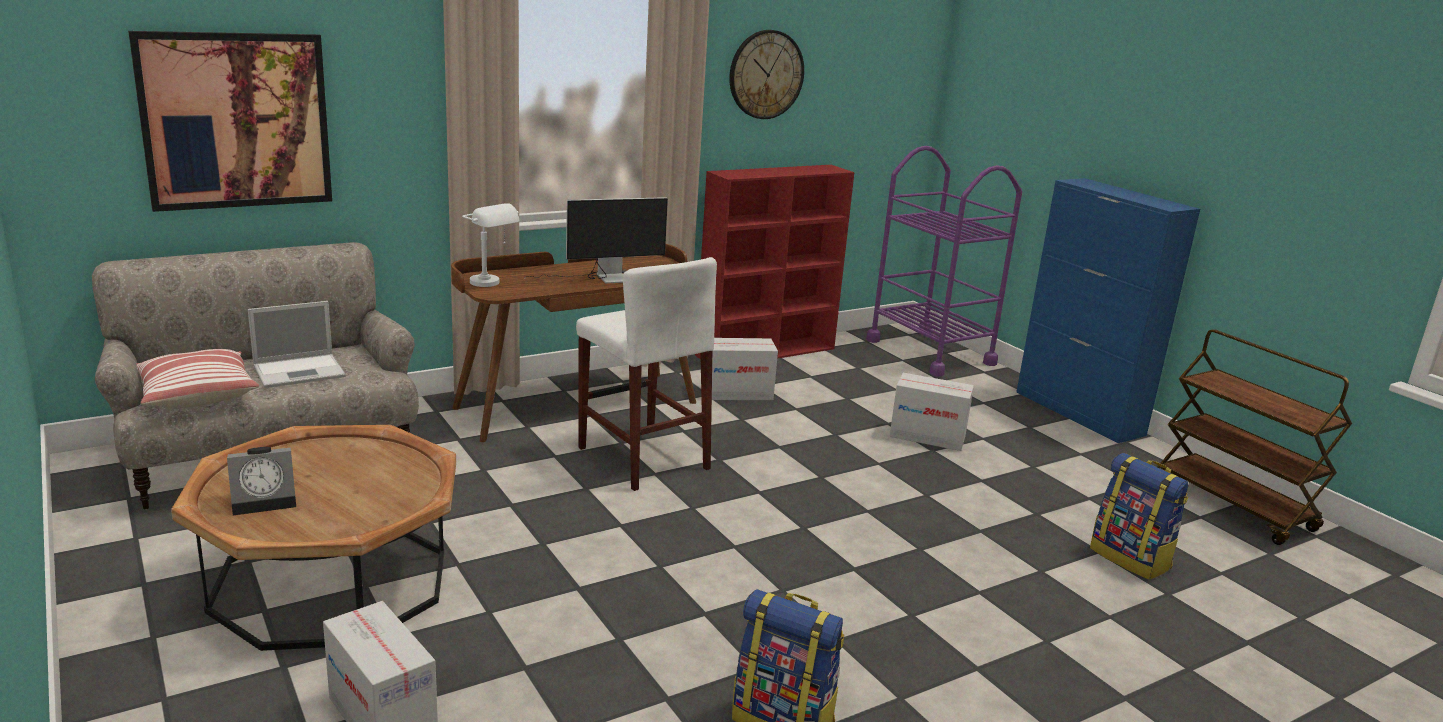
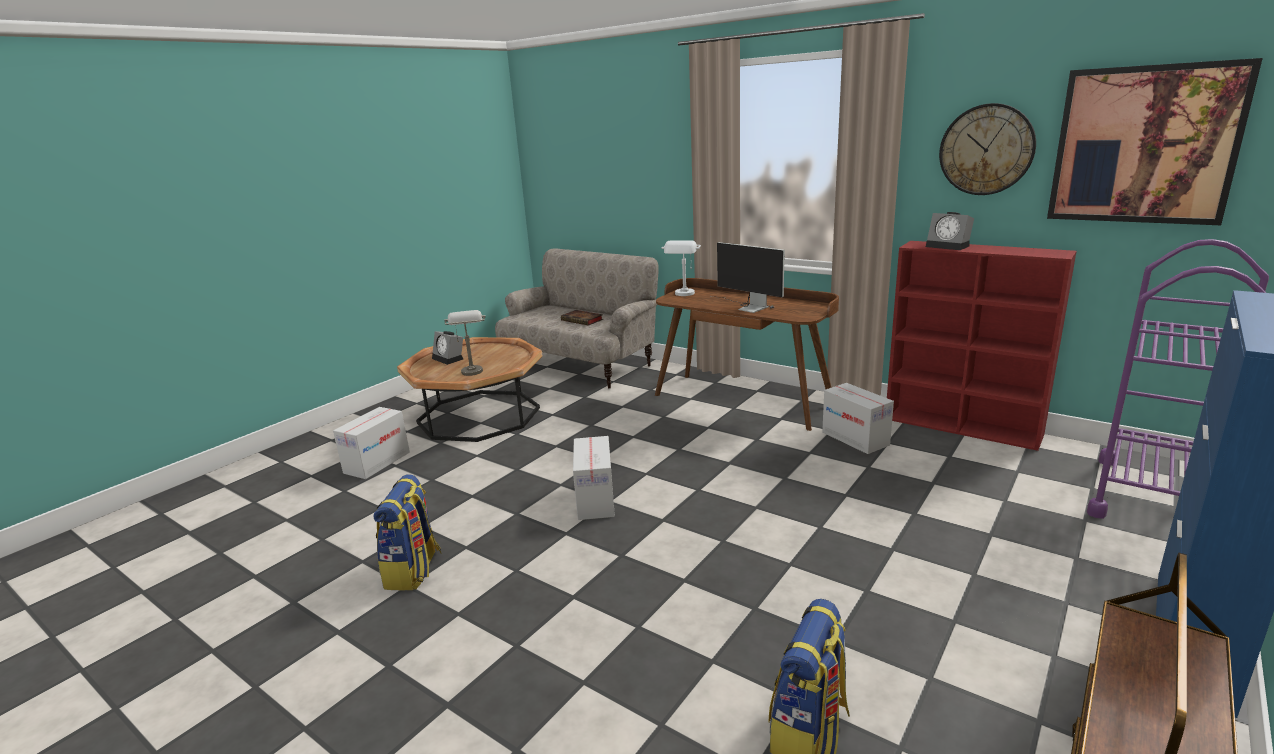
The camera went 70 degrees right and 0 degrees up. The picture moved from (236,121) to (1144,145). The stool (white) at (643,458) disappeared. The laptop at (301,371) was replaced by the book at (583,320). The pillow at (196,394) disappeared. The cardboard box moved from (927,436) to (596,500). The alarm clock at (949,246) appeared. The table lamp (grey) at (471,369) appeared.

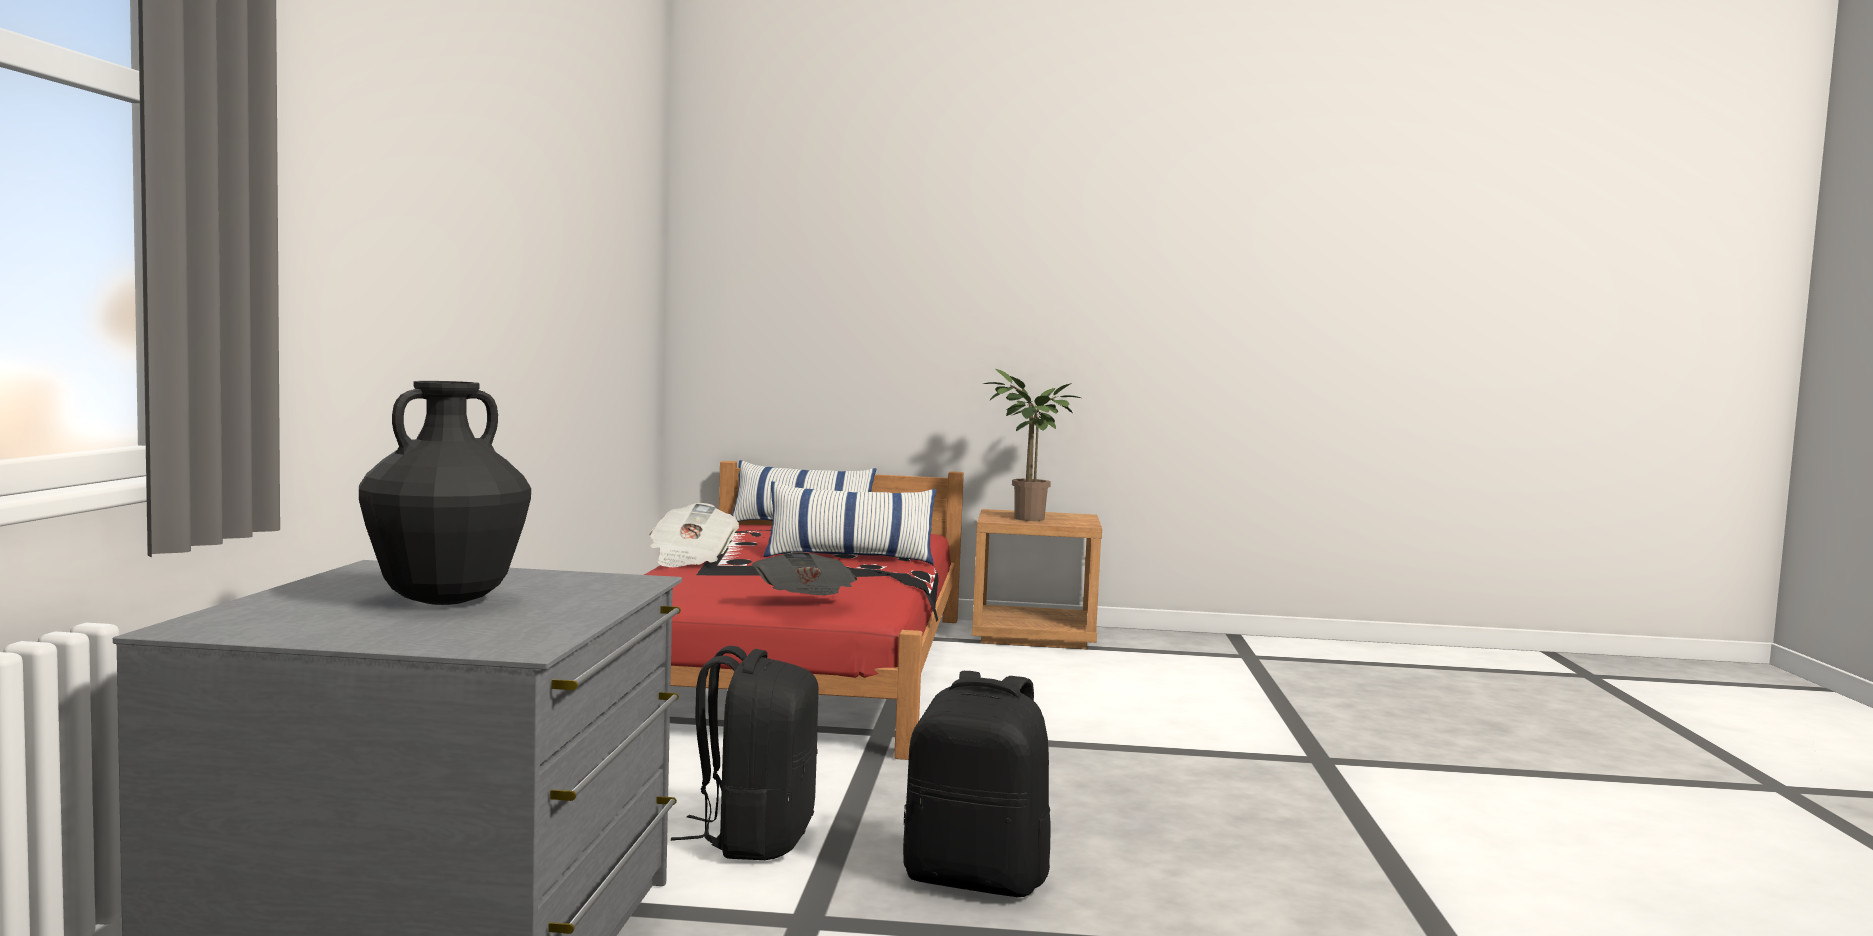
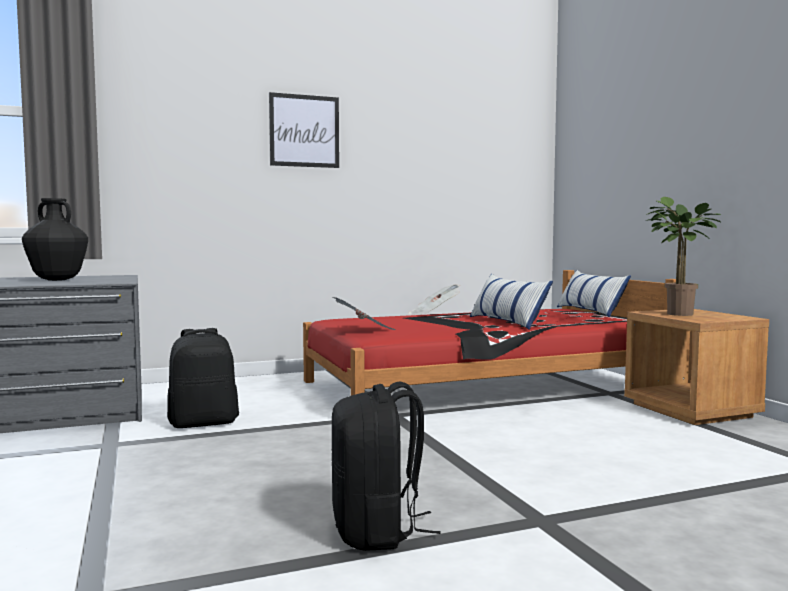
The camera went 65 degrees right and 0 degrees up. The backpack (black) moved from (977,879) to (377,531). The picture at (304,131) appeared.

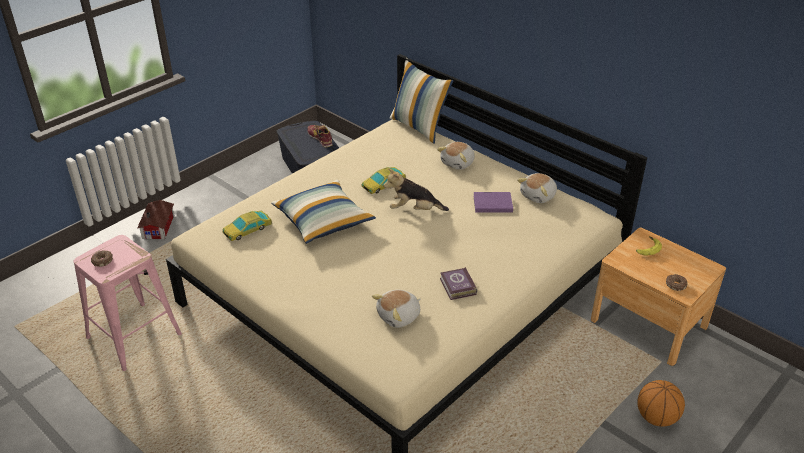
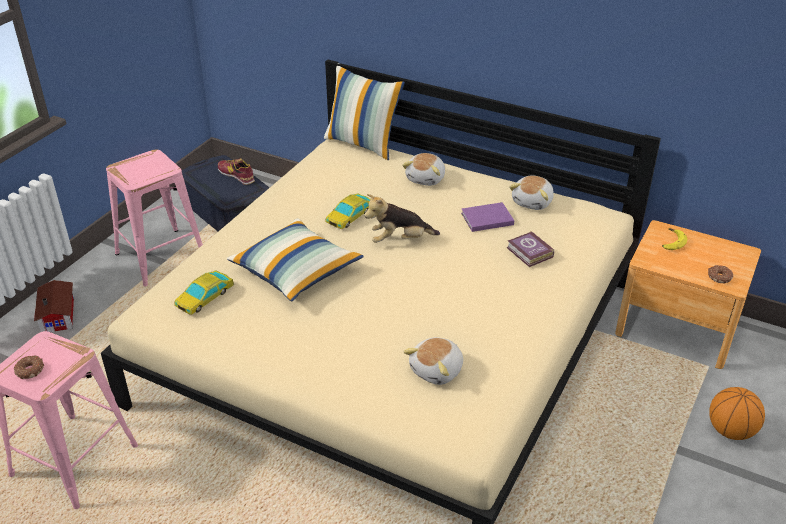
The camera went 15 degrees left and 0 degrees up. The book moved from (457,287) to (529,253). The stool (pink) at (161,257) appeared.

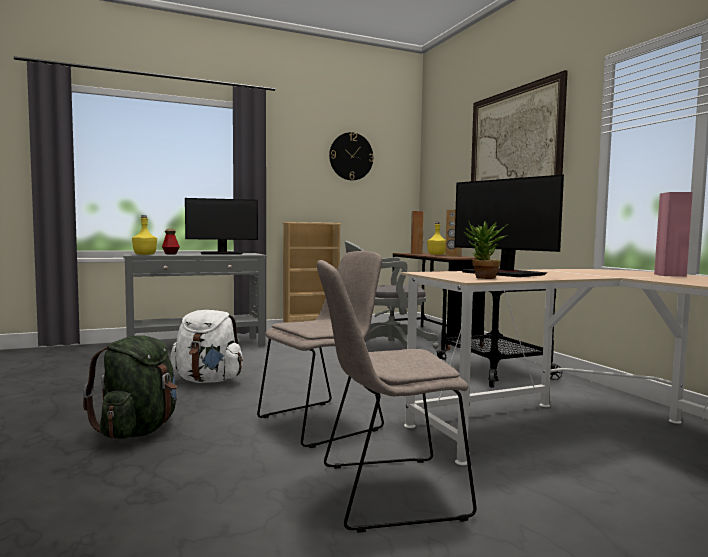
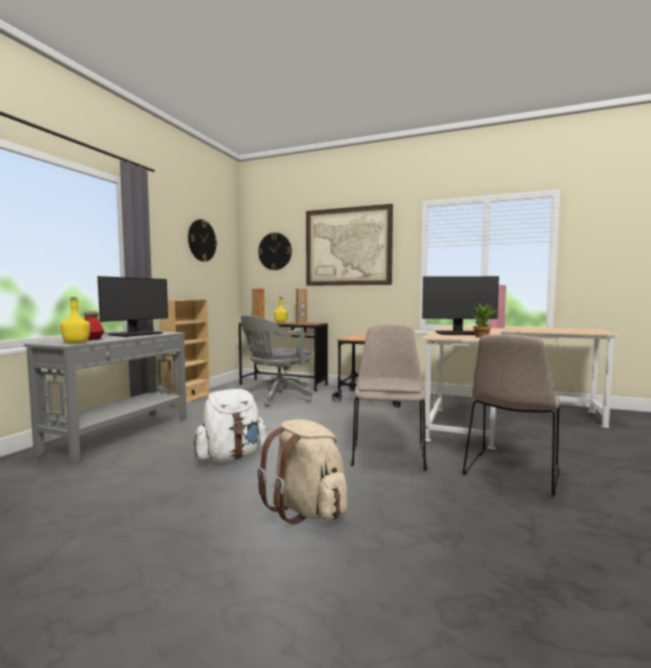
The camera went 45 degrees left and 0 degrees up. The backpack (green) at (138,430) became the backpack (beige) at (306,510). The wall clock at (275,251) appeared.

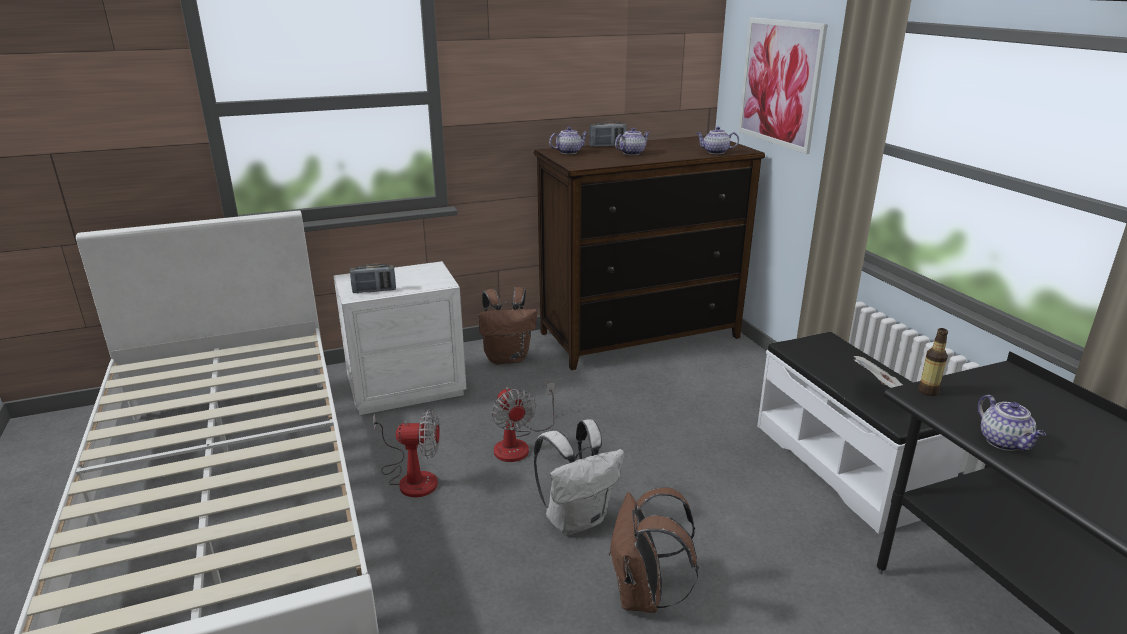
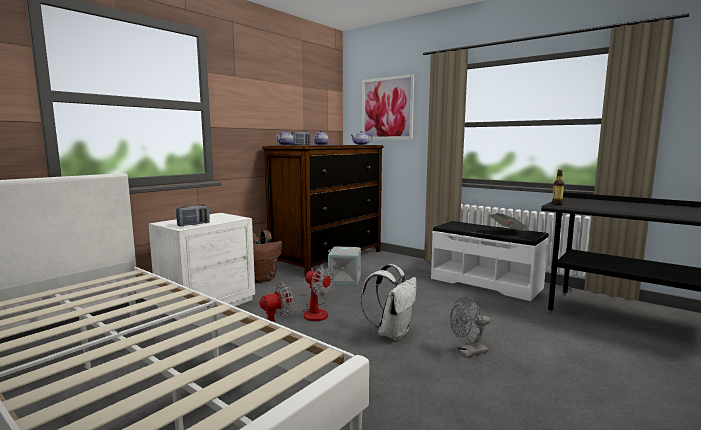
The camera went 30 degrees left and 15 degrees down. The teapot at (1004,442) disappeared. The backpack (brown) at (643,596) was replaced by the fan (grey) at (469,353). The storage box (grey) at (345,278) appeared.

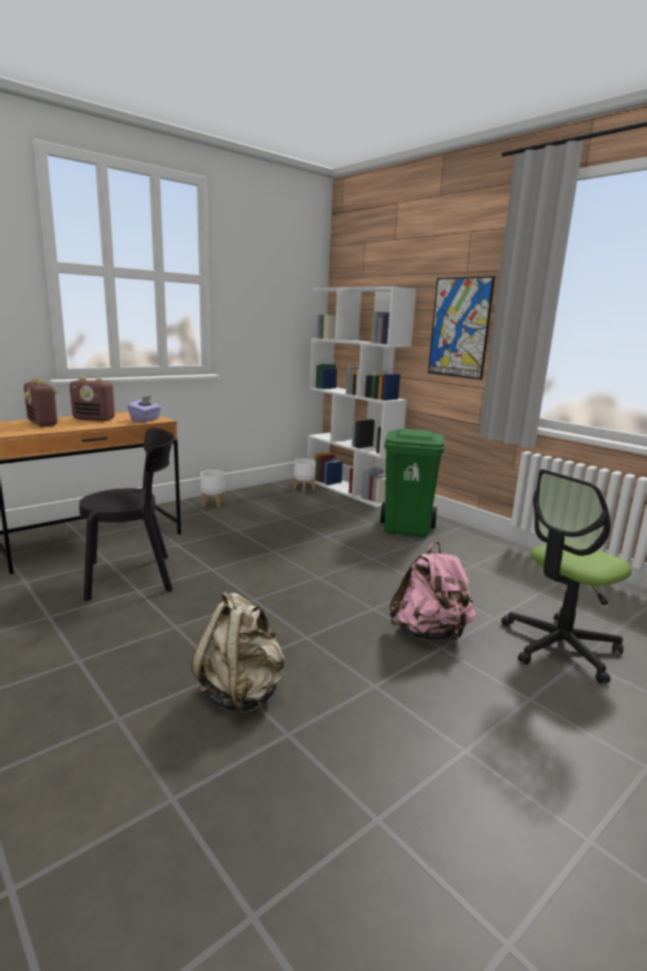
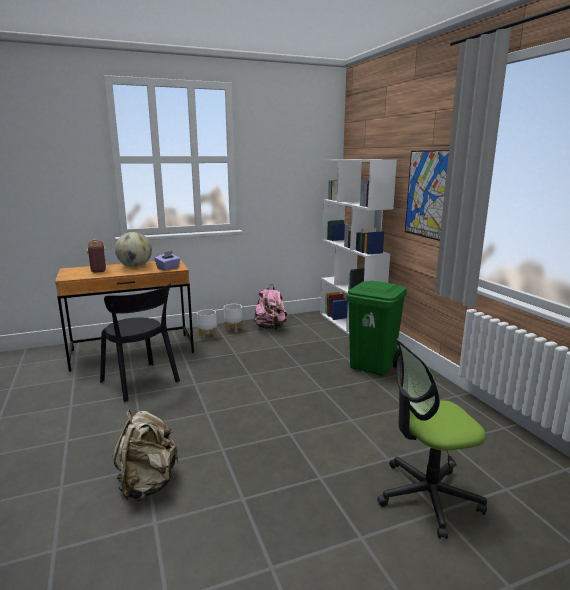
The camera went 20 degrees right and 0 degrees up. The radio at (94,419) was replaced by the globe at (135,266). The chair (black) at (135,576) turned 45 degrees clockwise. The planter (white) moved from (303,489) to (207,336). The backpack (pink) moved from (430,633) to (270,328).

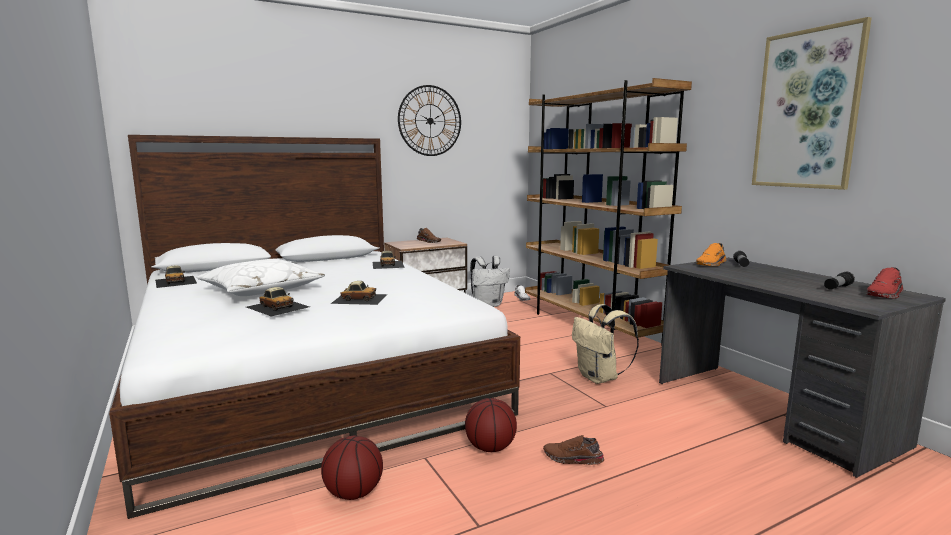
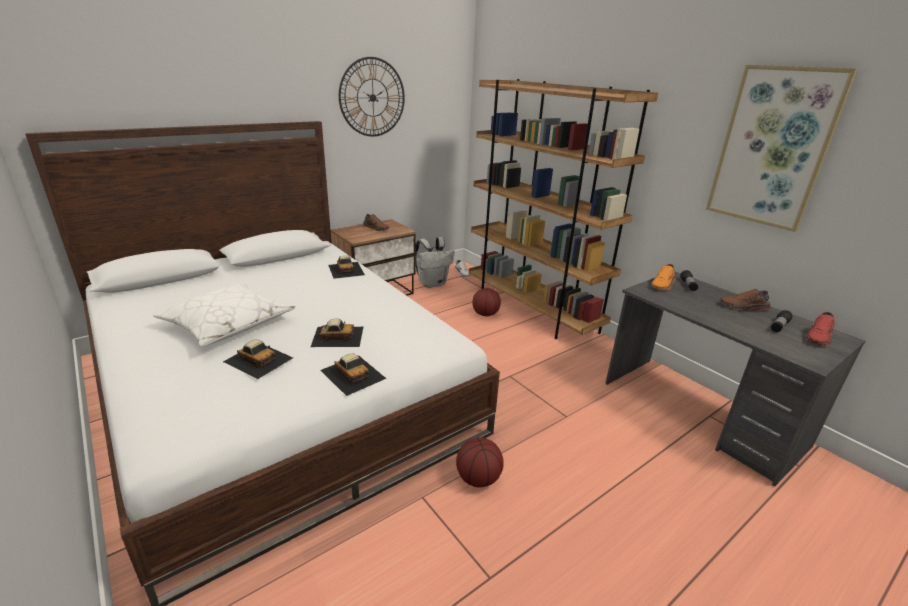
The camera went 10 degrees left and 15 degrees up. The toy car moved from (176,281) to (353,374). The backpack (beige) at (600,378) disappeared. The shoe (brown) moved from (572,459) to (744,307). The basketball moved from (353,493) to (485,314).

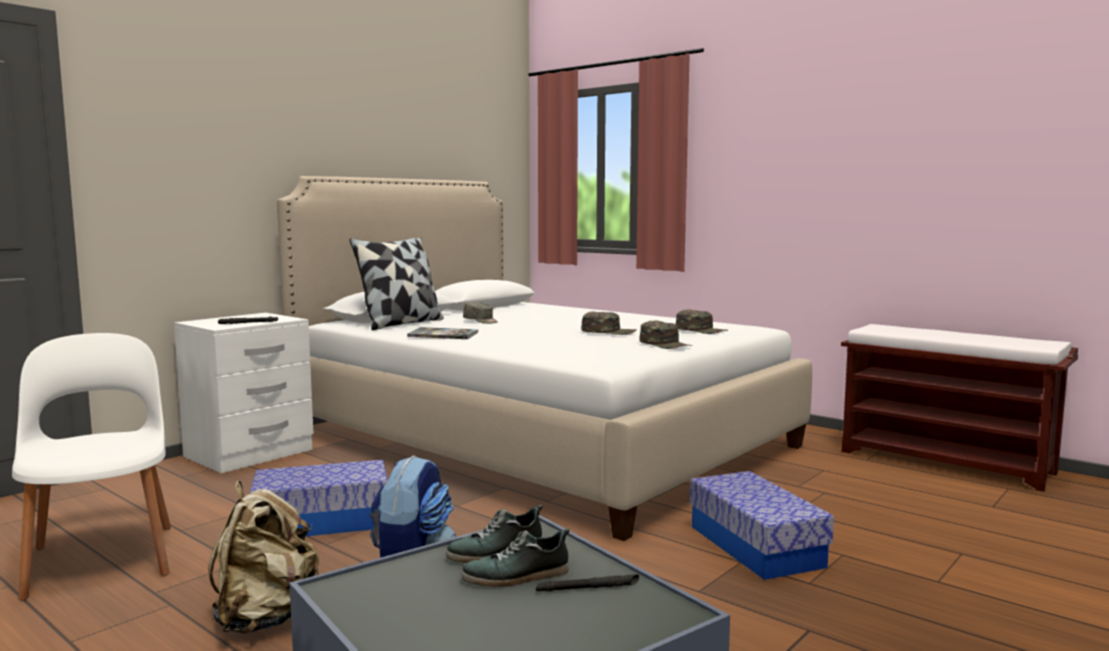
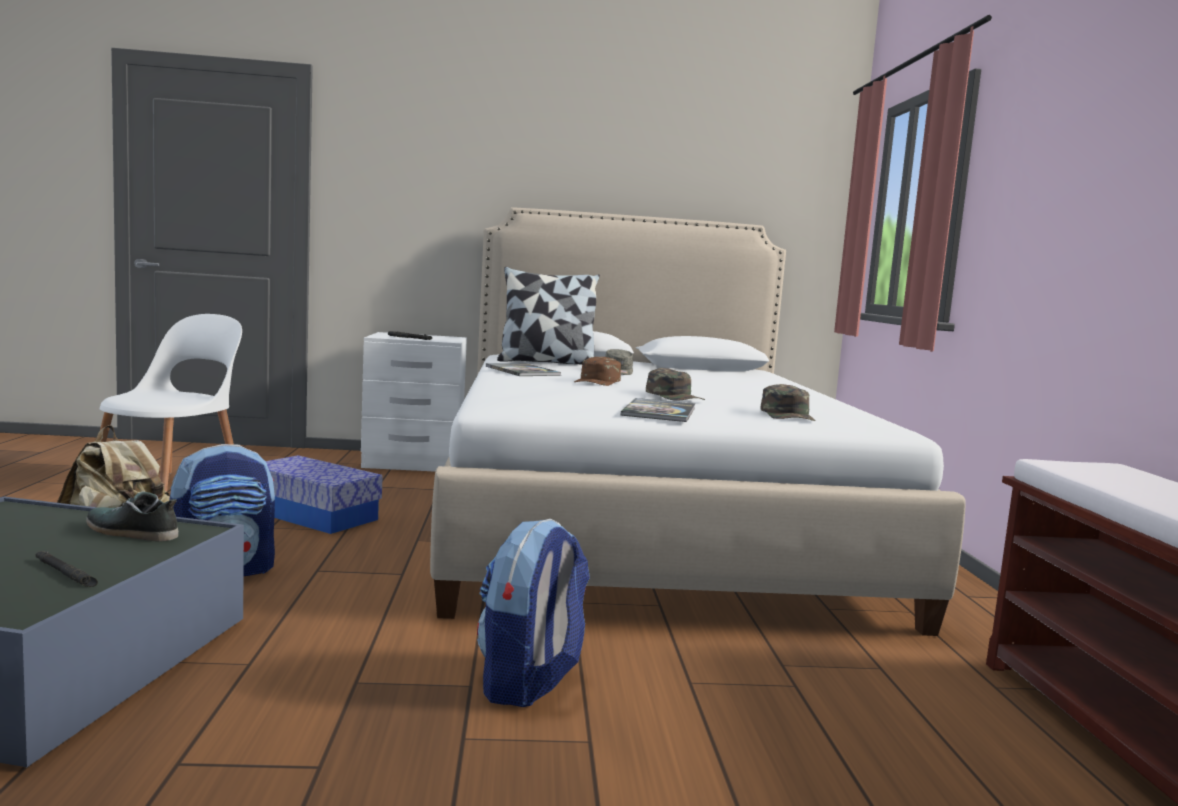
The camera went 45 degrees right and 0 degrees up. The cap (green) at (665,344) was replaced by the book at (659,412). The storage box at (755,546) was replaced by the backpack at (530,683). The shoe at (516,576) disappeared. The cap (brown) at (598,381) appeared.

